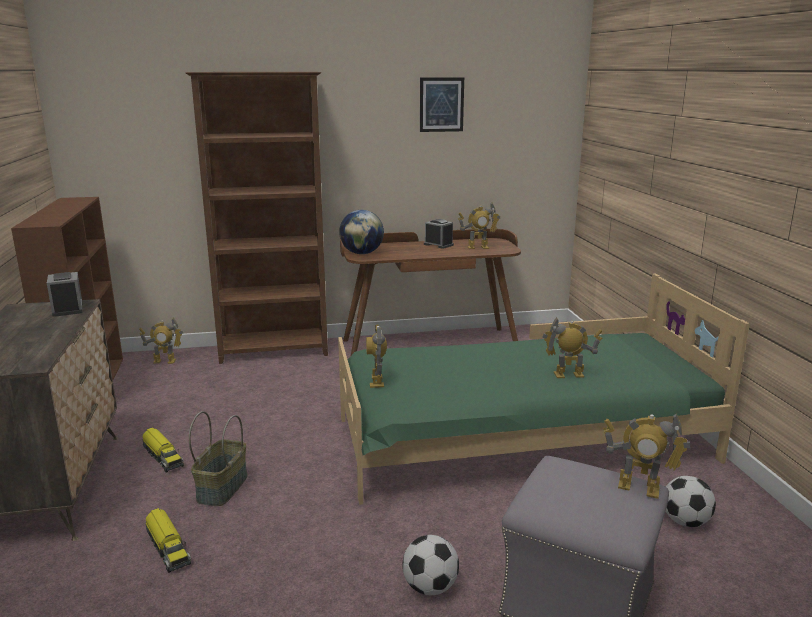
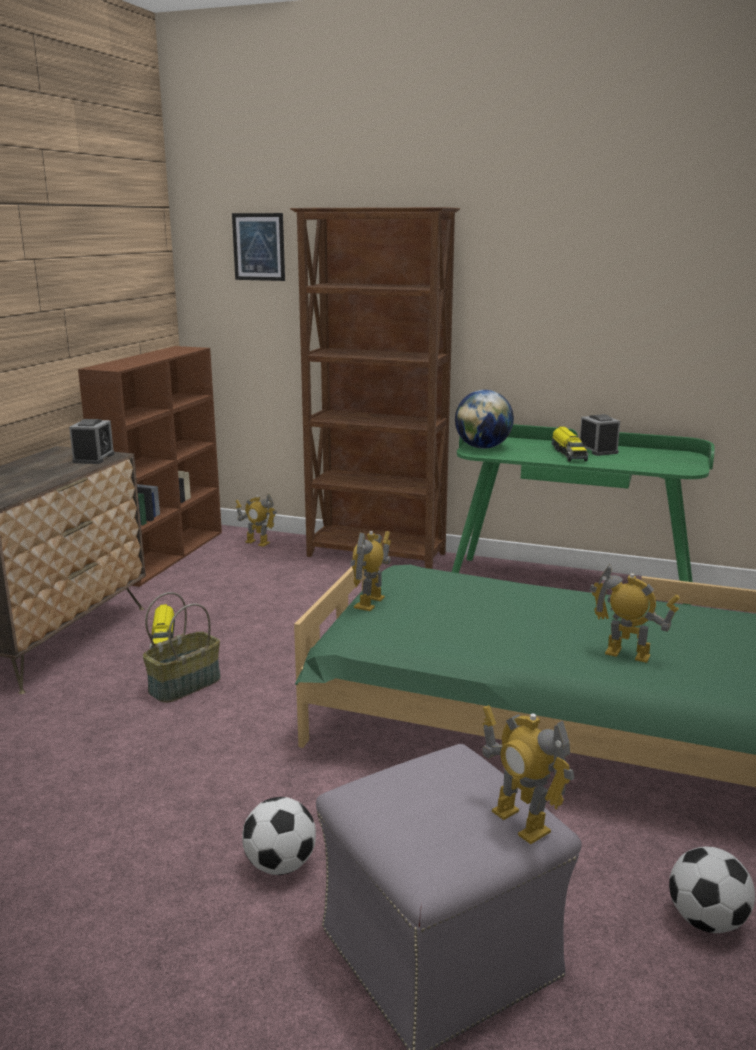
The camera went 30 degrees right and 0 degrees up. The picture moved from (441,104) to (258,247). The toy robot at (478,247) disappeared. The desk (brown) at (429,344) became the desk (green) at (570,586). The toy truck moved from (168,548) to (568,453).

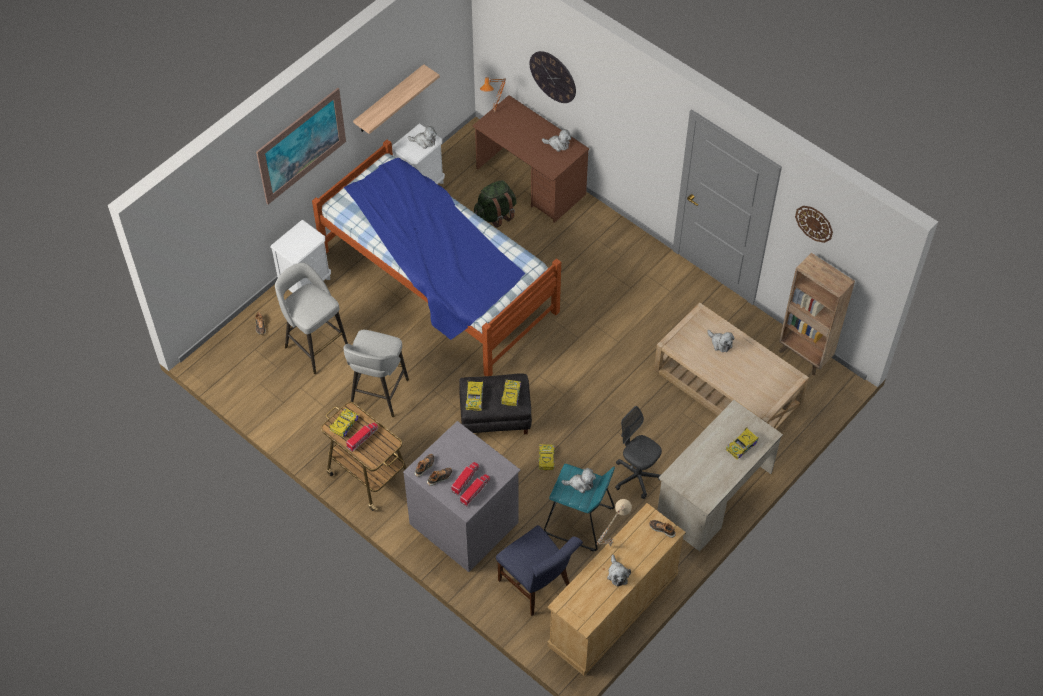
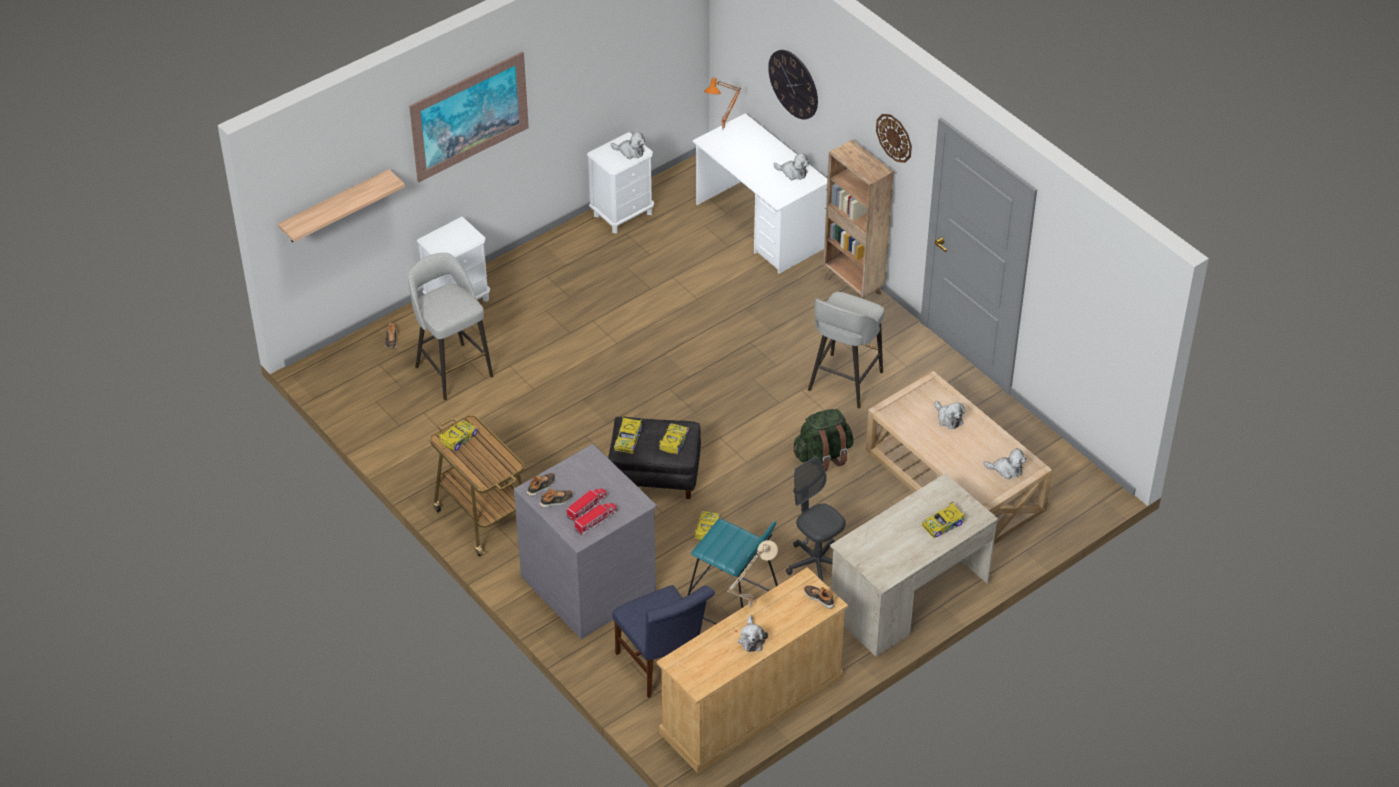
The camera went 10 degrees right and 10 degrees down. The shelf moved from (389,100) to (335,207). The desk (brown) at (530,182) became the desk (white) at (760,226). The bed at (437,282) disappeared. The backpack (green) moved from (495,214) to (823,456). The wall clock moved from (814,223) to (894,137). The bookcase (brown) moved from (804,356) to (853,286). The stool (grey) moved from (378,394) to (844,382). The toy truck at (362,438) disappeared. The plush toy moved from (580,483) to (1006,469).

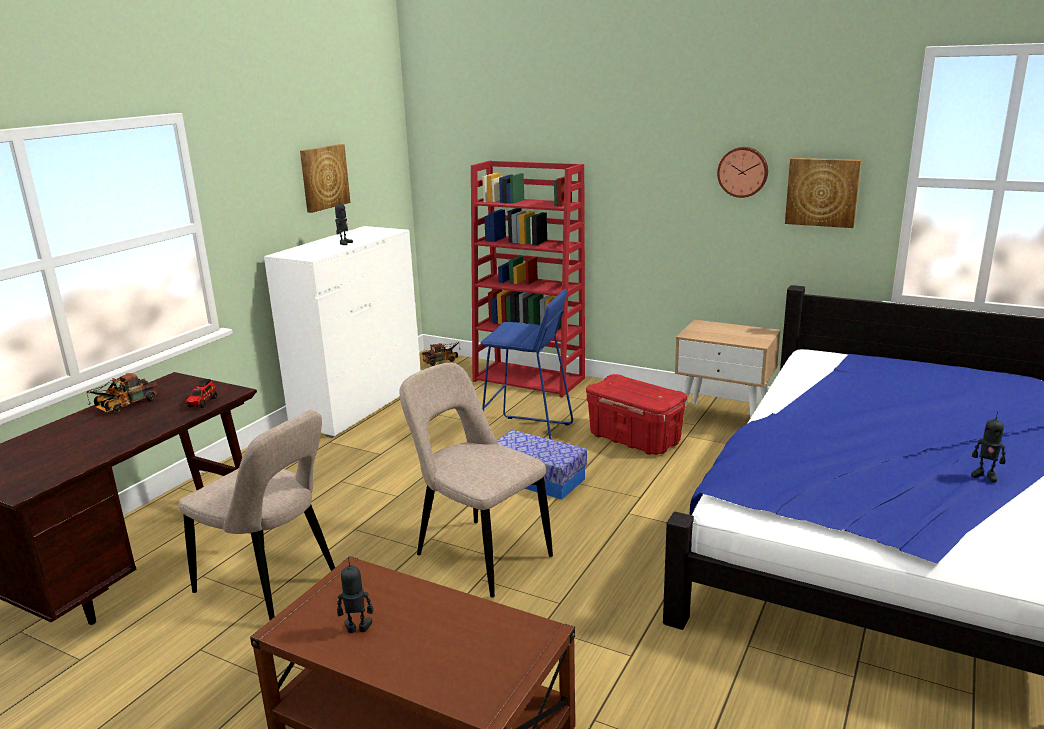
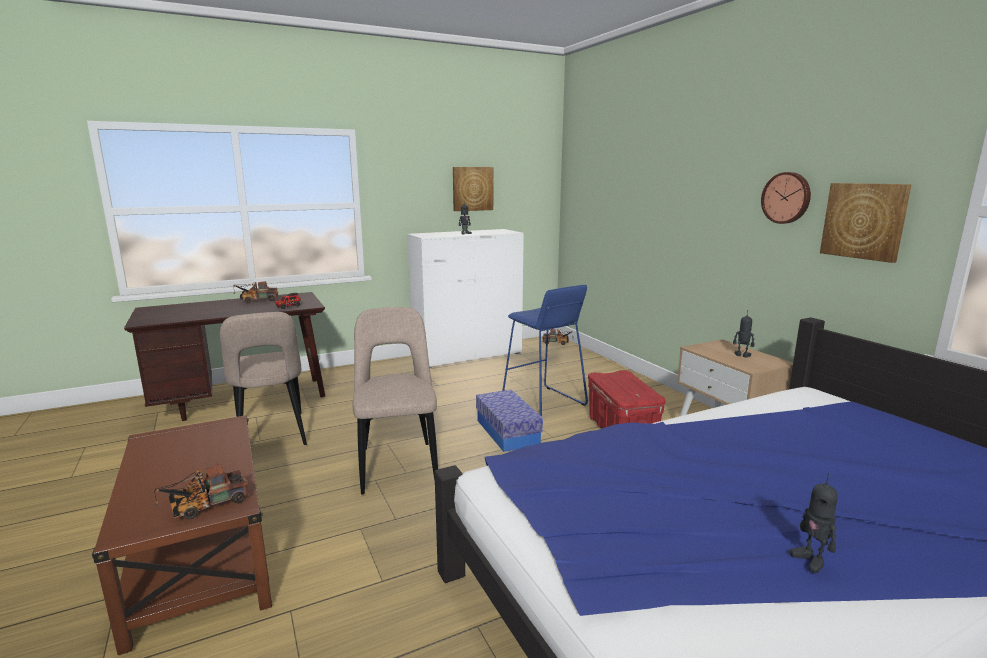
The camera went 35 degrees right and 5 degrees down. The bookcase (red) at (530,379) disappeared. The toy robot moved from (357,629) to (742,355). The toy truck at (205,506) appeared.

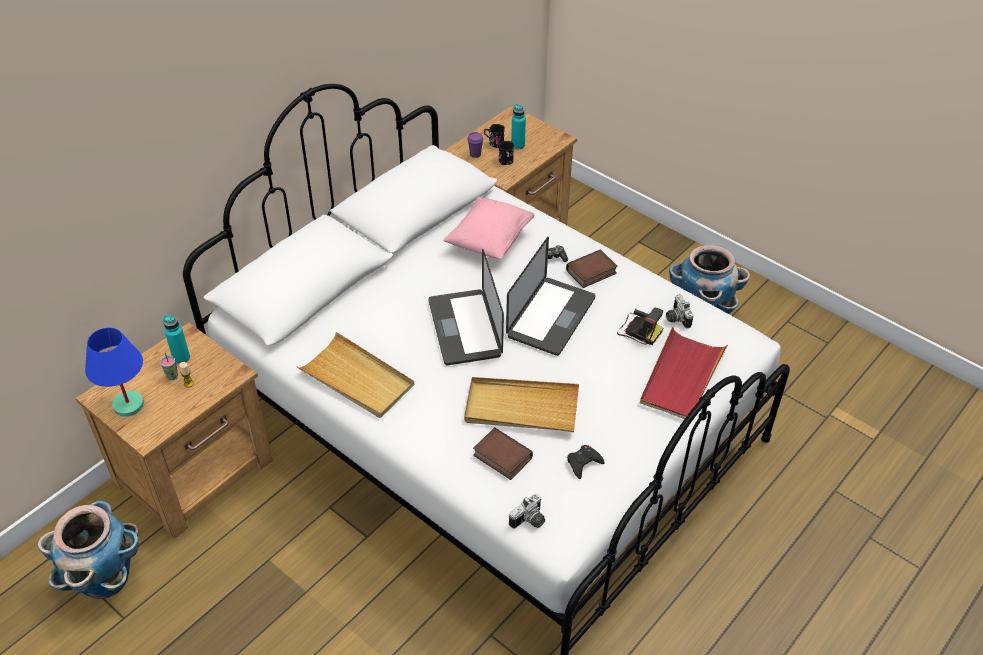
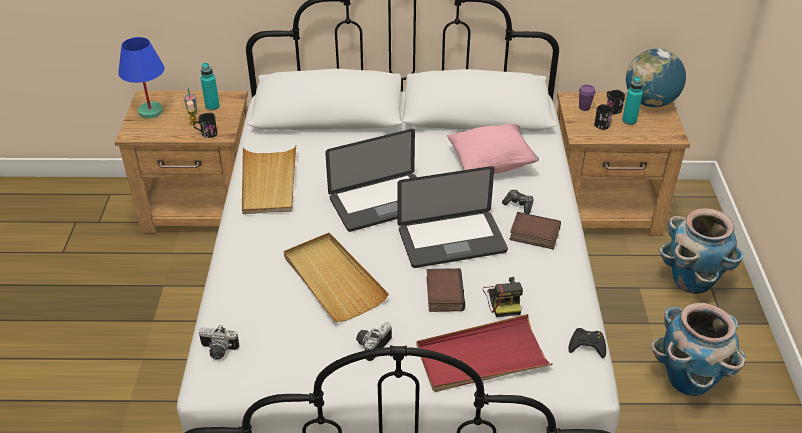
The camera went 50 degrees right and 5 degrees down. The laptop at (465,328) turned 150 degrees counterclockwise. The photo camera moved from (676,318) to (371,344). The book moved from (501,457) to (443,293). The game controller (black) moved from (583,463) to (587,345). The planter moved from (106,580) to (692,281). The globe at (650,102) appeared. The mug (black) at (206,134) appeared.

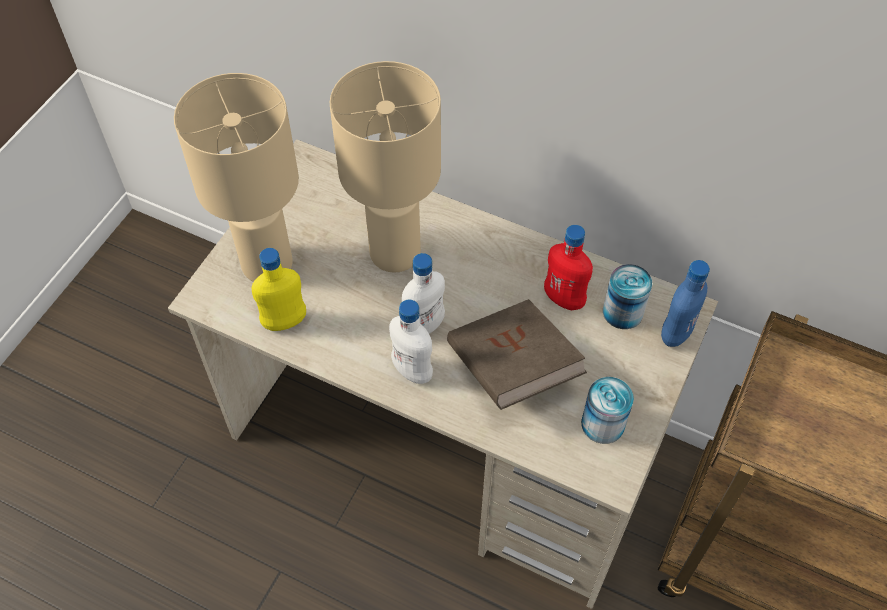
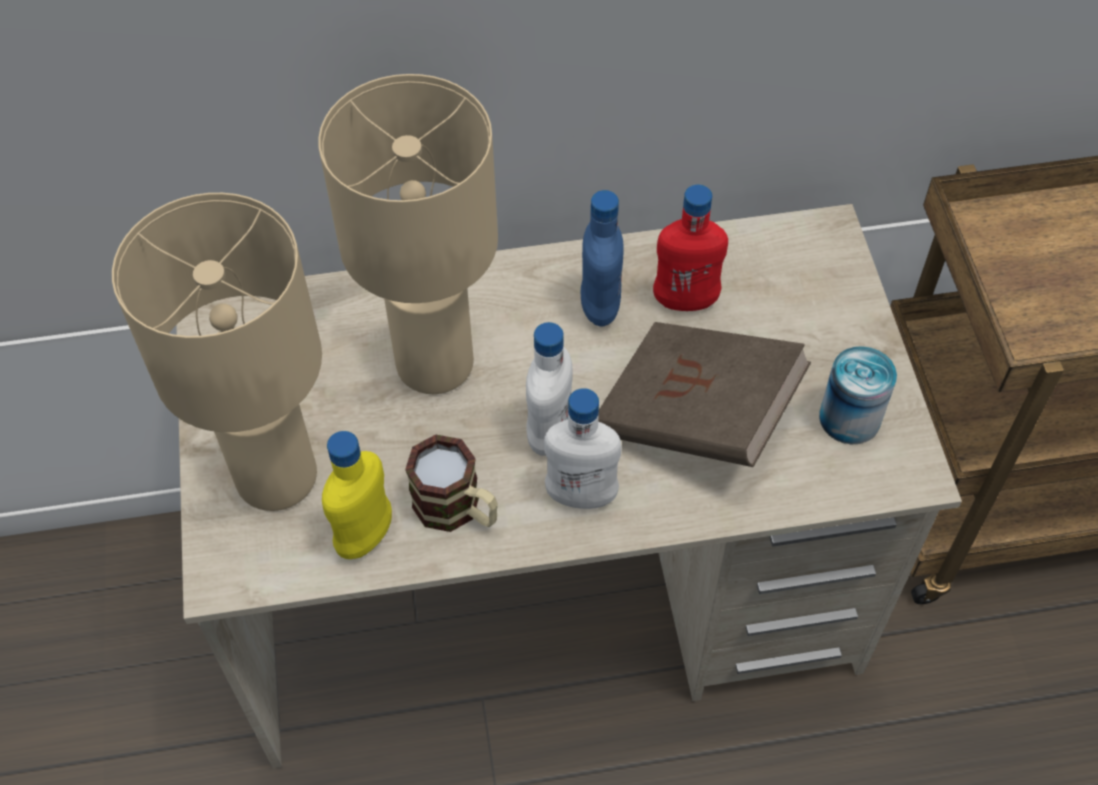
The camera went 35 degrees left and 0 degrees up. The bottle (blue) moved from (676,333) to (600,306). The can at (622,312) disappeared. The mug at (458,509) appeared.

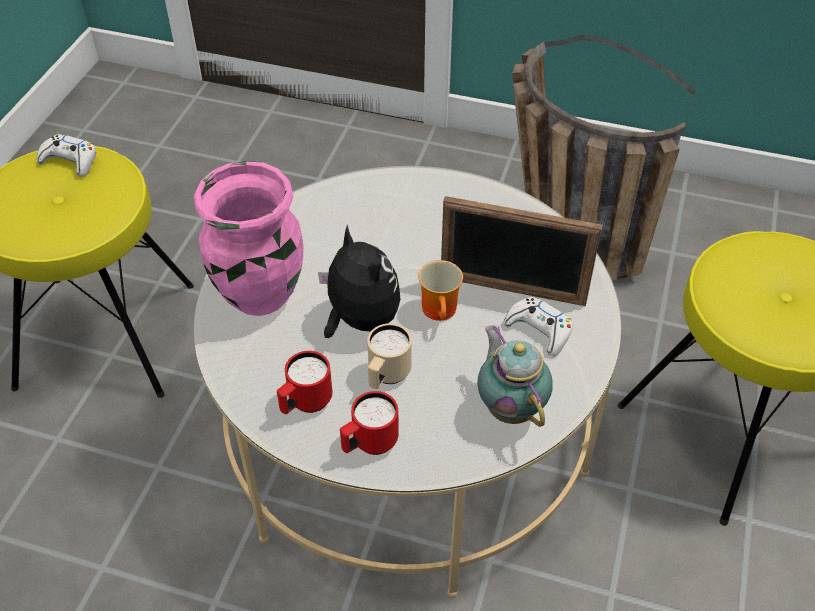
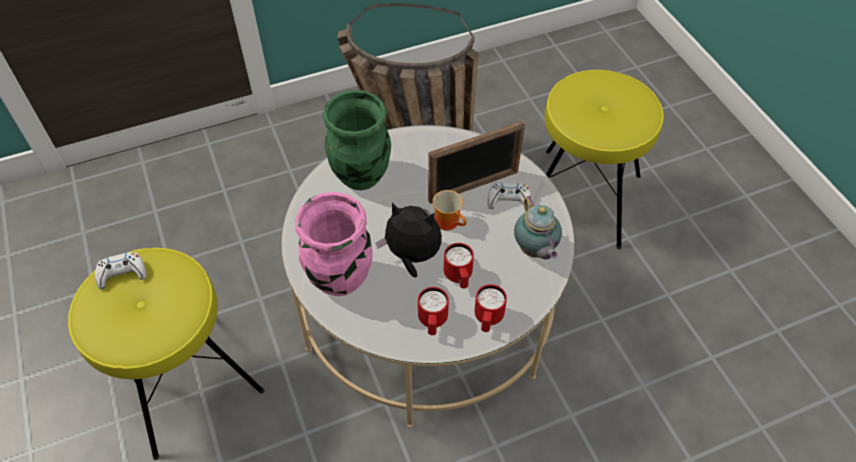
The camera went 40 degrees left and 5 degrees up. The mug (beige) at (386,376) became the mug (red) at (459,277). The teapot at (510,407) turned 135 degrees counterclockwise. The vase (green) at (361,177) appeared.

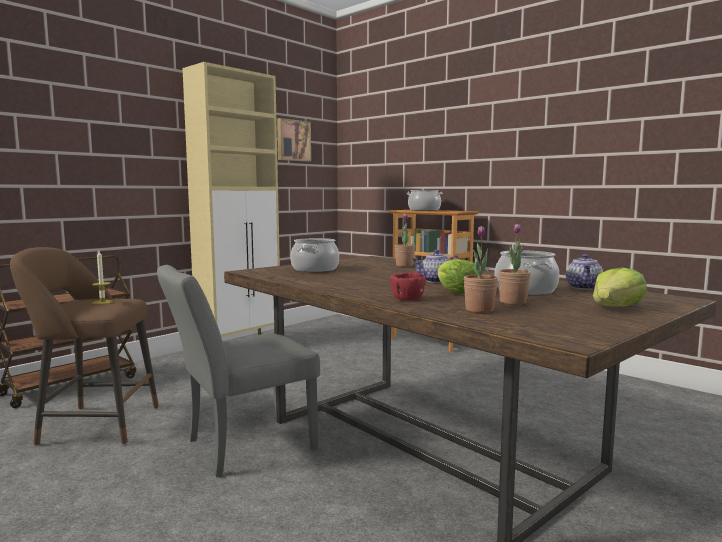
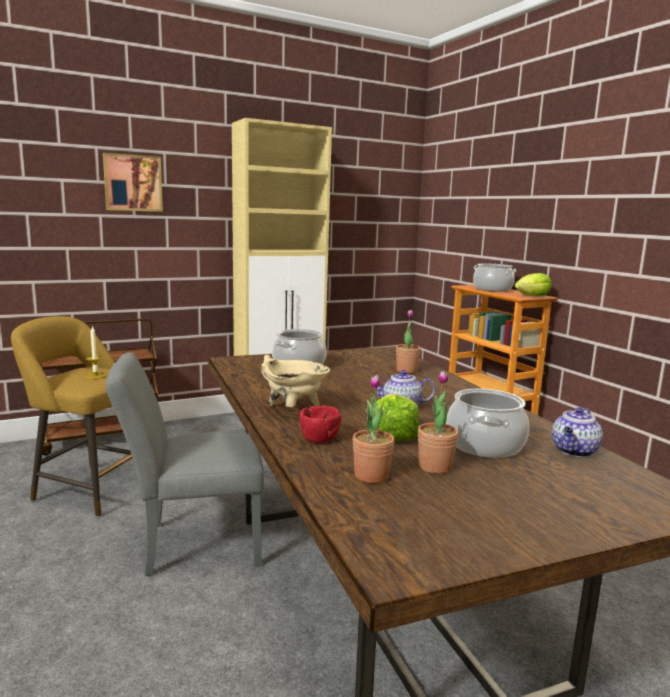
The camera went 20 degrees right and 5 degrees up. The picture moved from (293,140) to (133,183). The stool (brown) at (93,425) became the stool (yellow) at (89,488). The lettuce moved from (616,307) to (532,296). The cooking pot (beige) at (294,410) appeared.

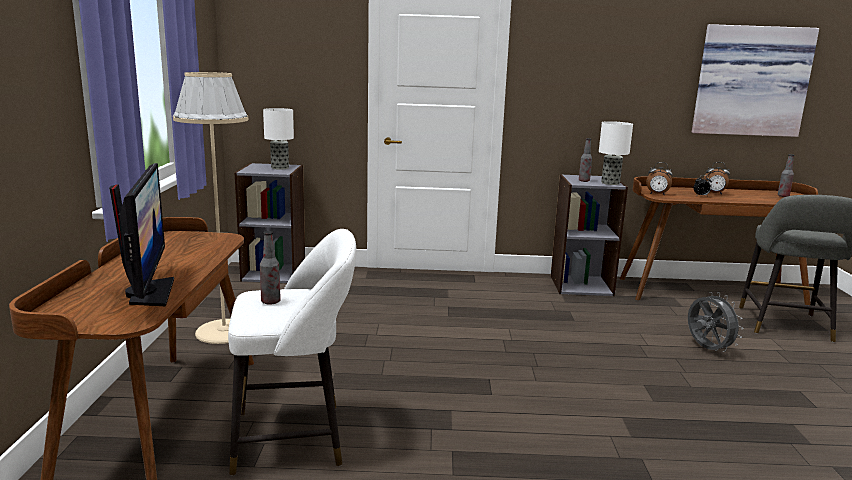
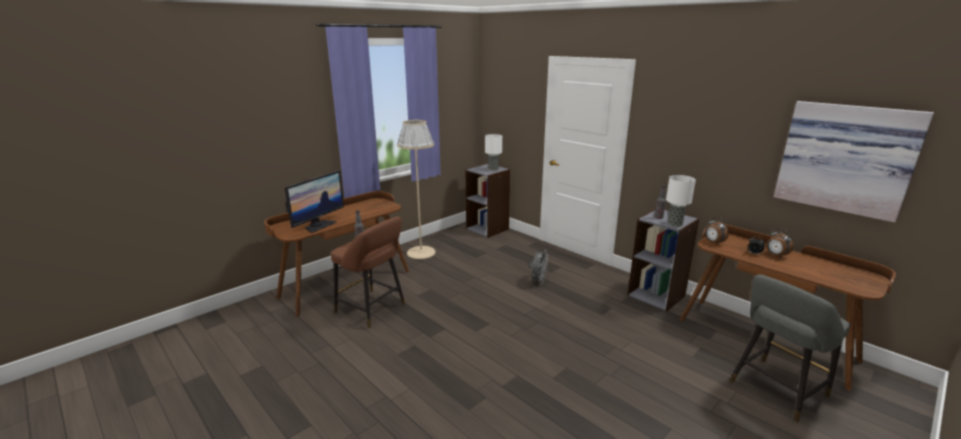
The camera went 45 degrees right and 5 degrees up. The bottle at (783,196) disappeared. The stool (white) at (296,437) became the stool (brown) at (373,309). The fan (grey) moved from (707,349) to (538,281).

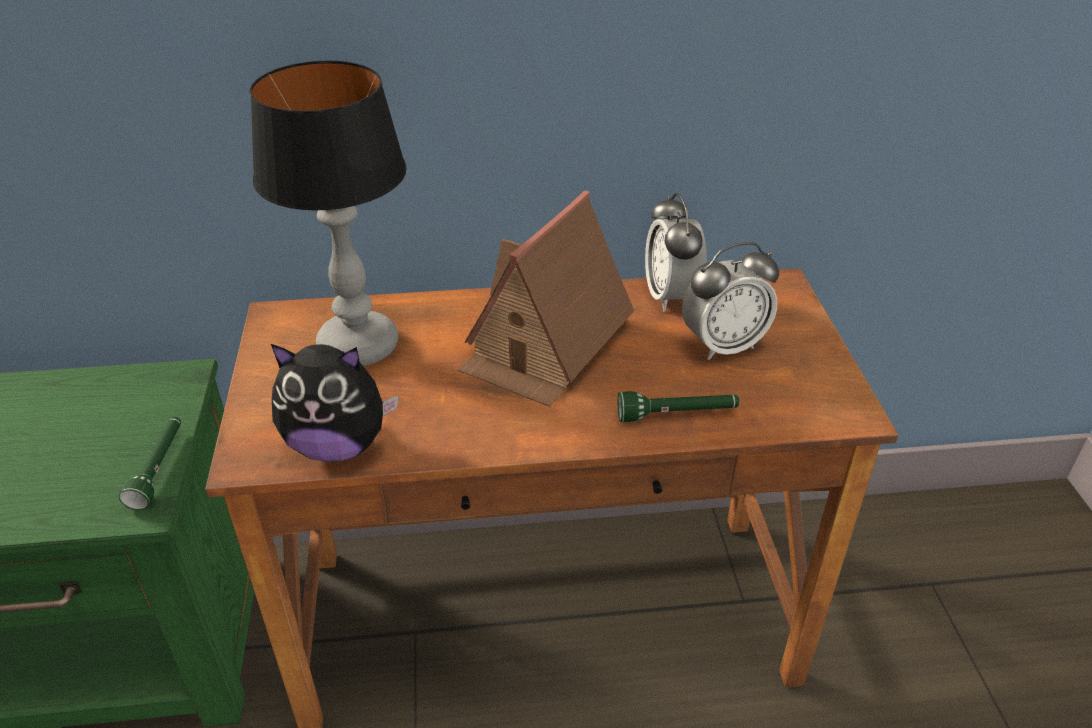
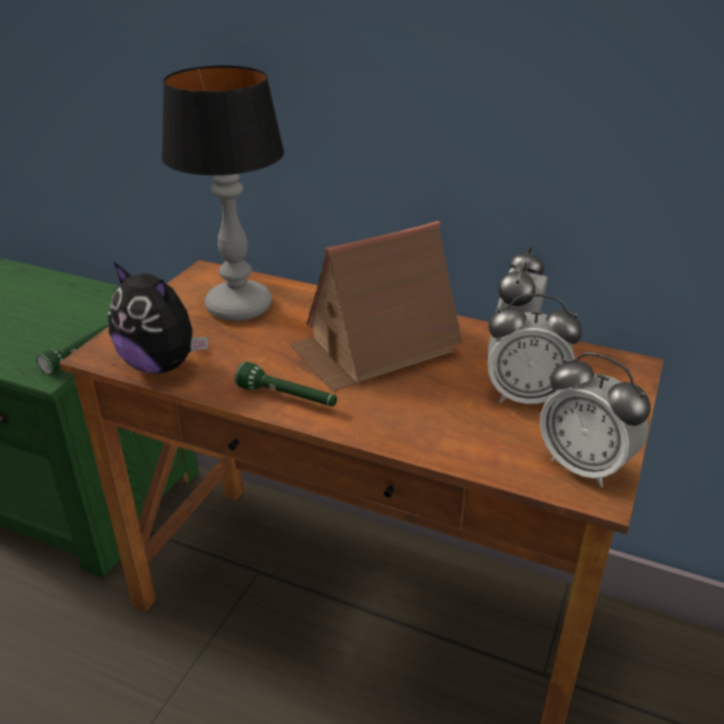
The camera went 30 degrees right and 5 degrees down. The flashlight (green) moved from (677,415) to (287,398). The alarm clock at (584,466) appeared.

